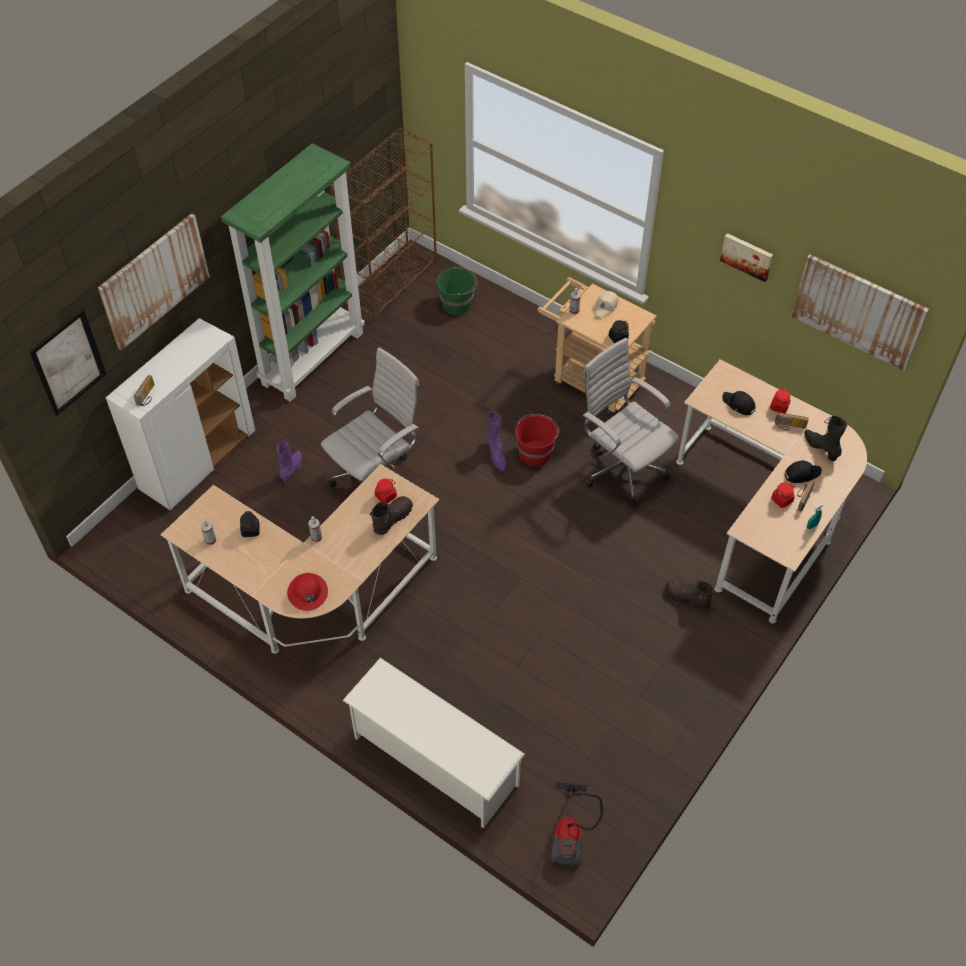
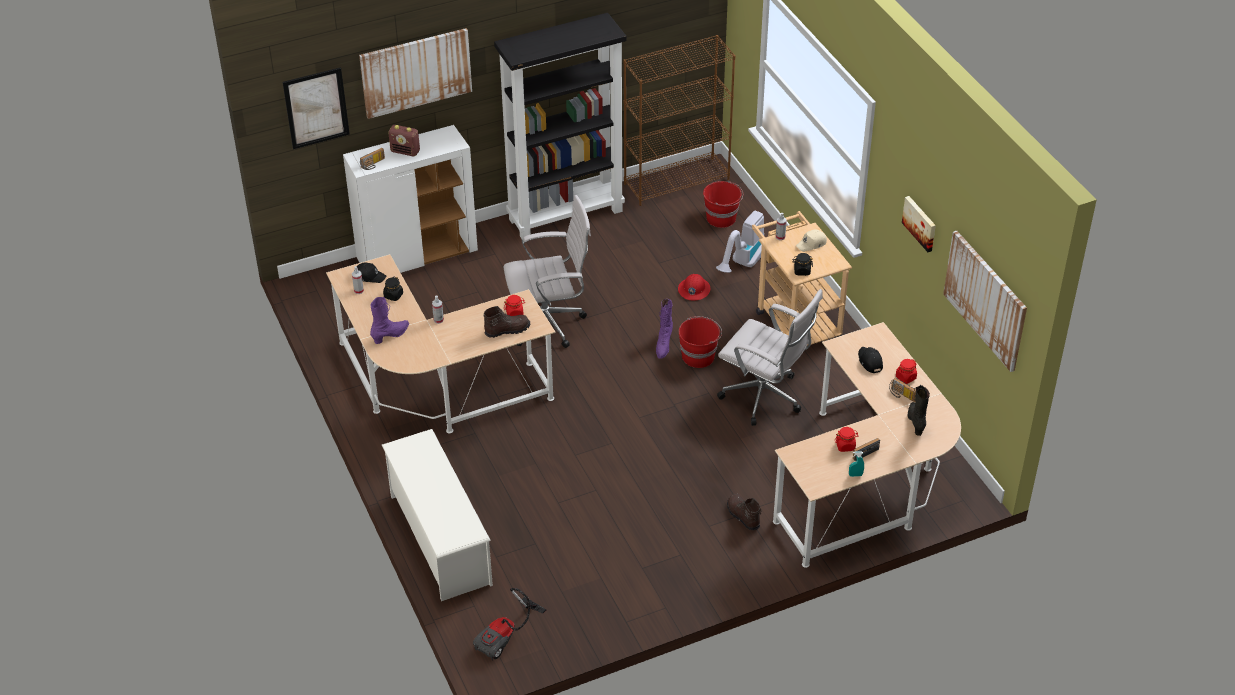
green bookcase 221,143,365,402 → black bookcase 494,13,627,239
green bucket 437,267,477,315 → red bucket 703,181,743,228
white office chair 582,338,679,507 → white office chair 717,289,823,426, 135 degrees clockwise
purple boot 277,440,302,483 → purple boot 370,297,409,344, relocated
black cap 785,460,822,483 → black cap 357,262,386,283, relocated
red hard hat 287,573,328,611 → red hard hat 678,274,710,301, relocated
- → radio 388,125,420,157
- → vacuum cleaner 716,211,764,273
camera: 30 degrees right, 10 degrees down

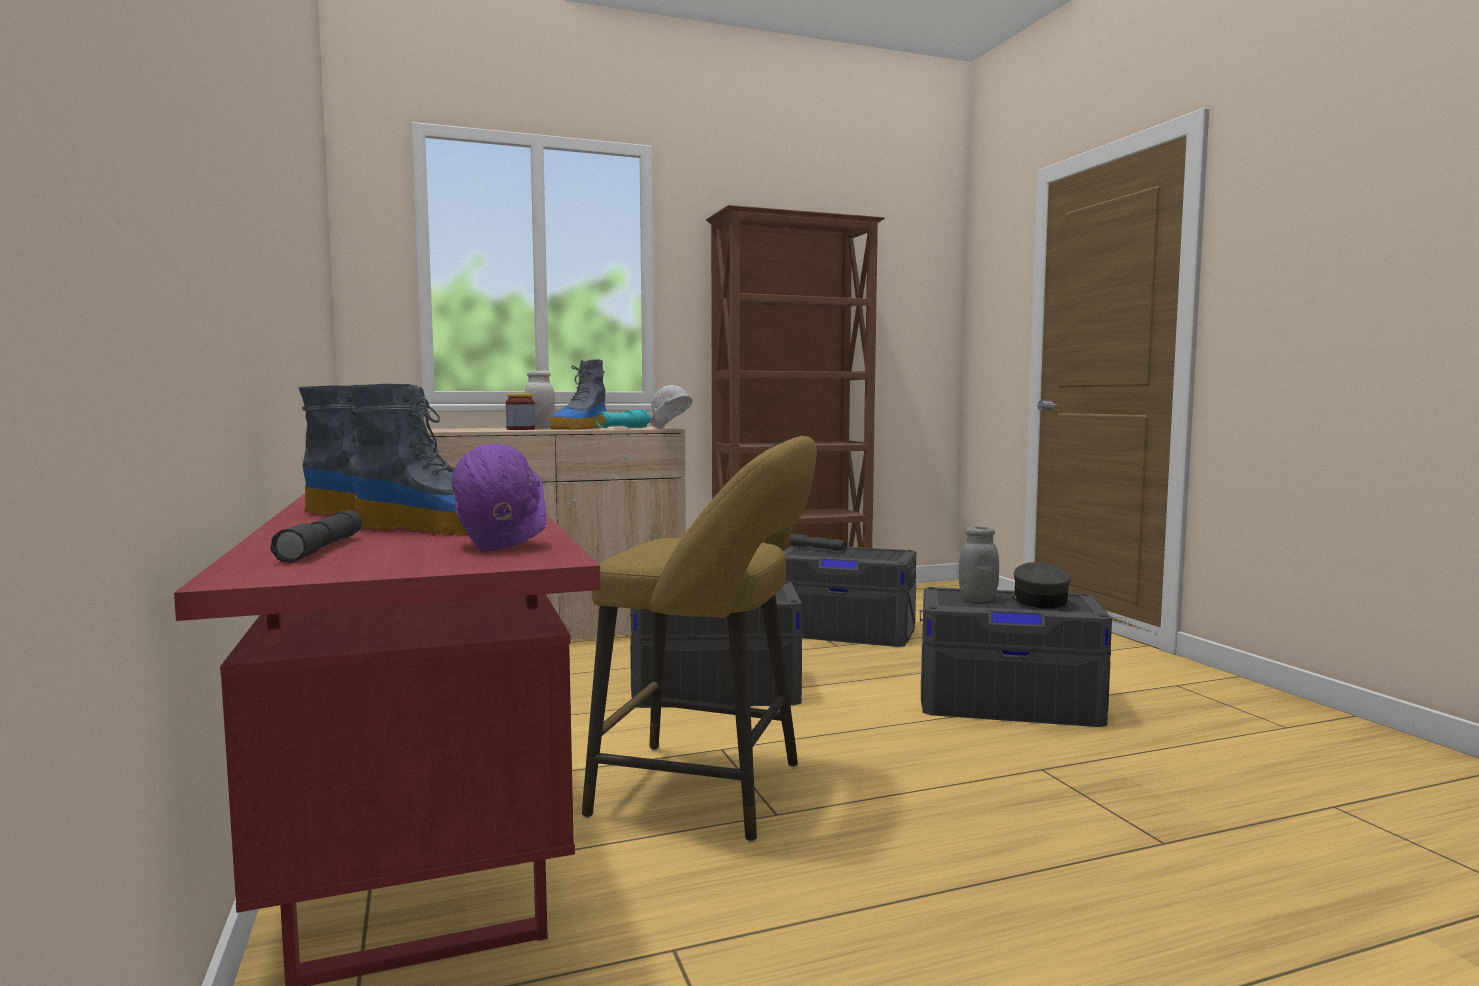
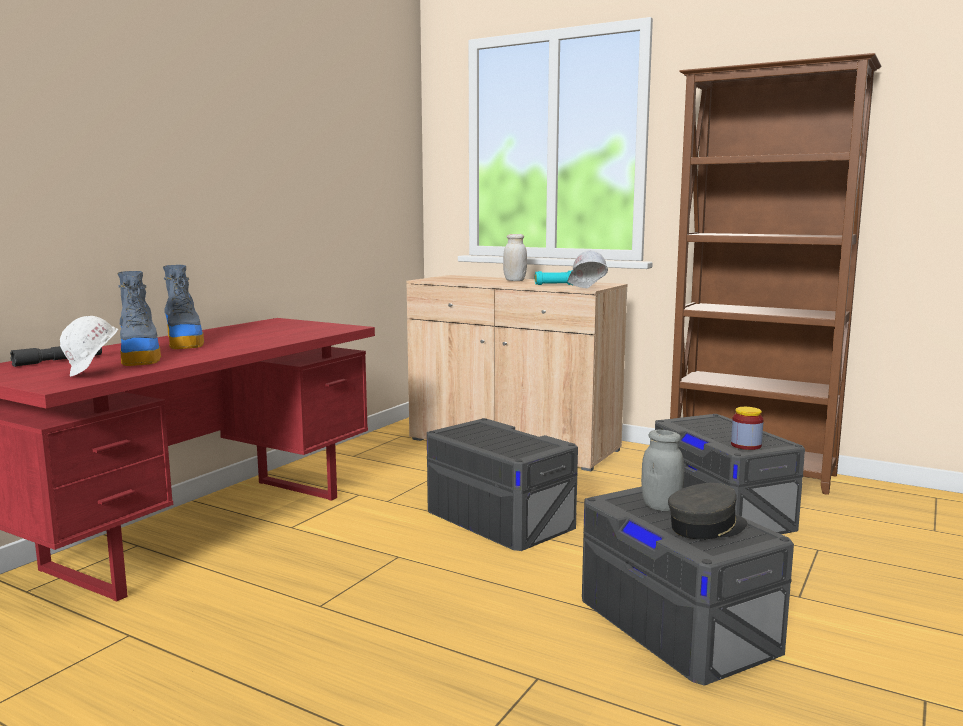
boot 550,359,606,430 → -
jar 506,394,535,430 → jar 731,407,764,450, relocated
yellow stool 582,436,817,842 → -
purple hard hat 451,443,546,552 → white hard hat 60,316,118,376
grey flashlight 789,533,847,551 → -
camera: 50 degrees right, 5 degrees up

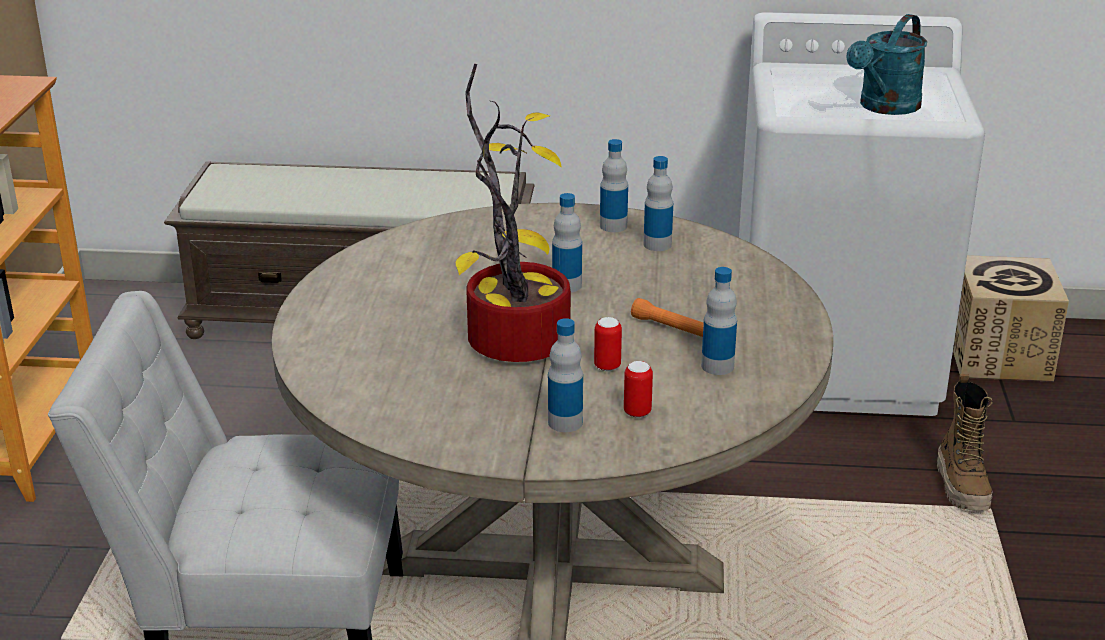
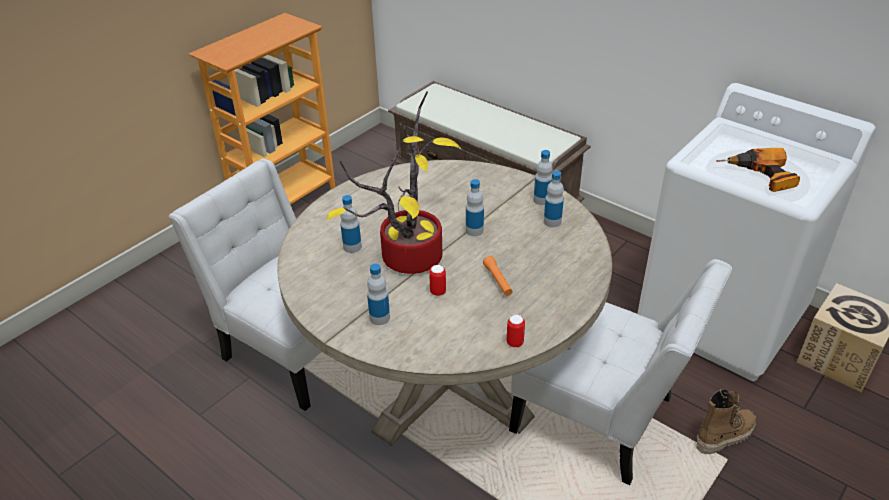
turquoise watering can 846,14,927,115 → power drill 716,148,800,192
bottle 701,267,737,375 → bottle 340,195,362,253, relocated
can 624,361,653,418 → can 507,315,525,348, relocated
boot 937,374,993,511 → boot 696,389,756,454, 150 degrees counterclockwise
- → white chair 509,259,732,485
camera: 35 degrees right, 10 degrees up

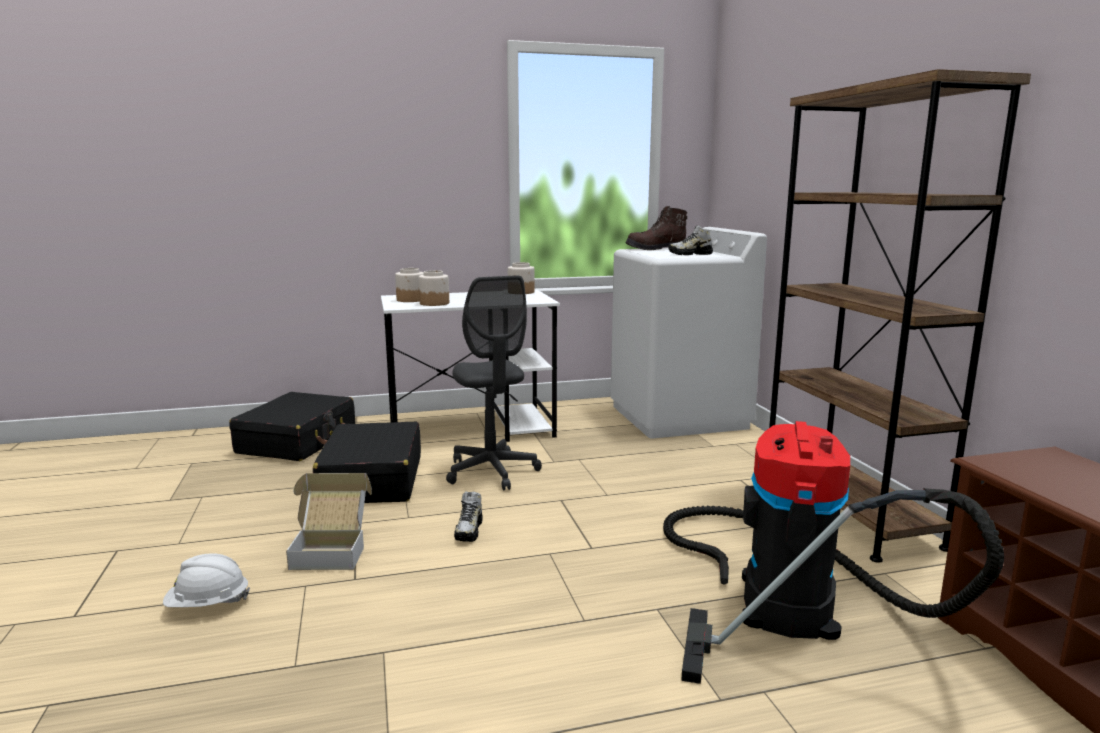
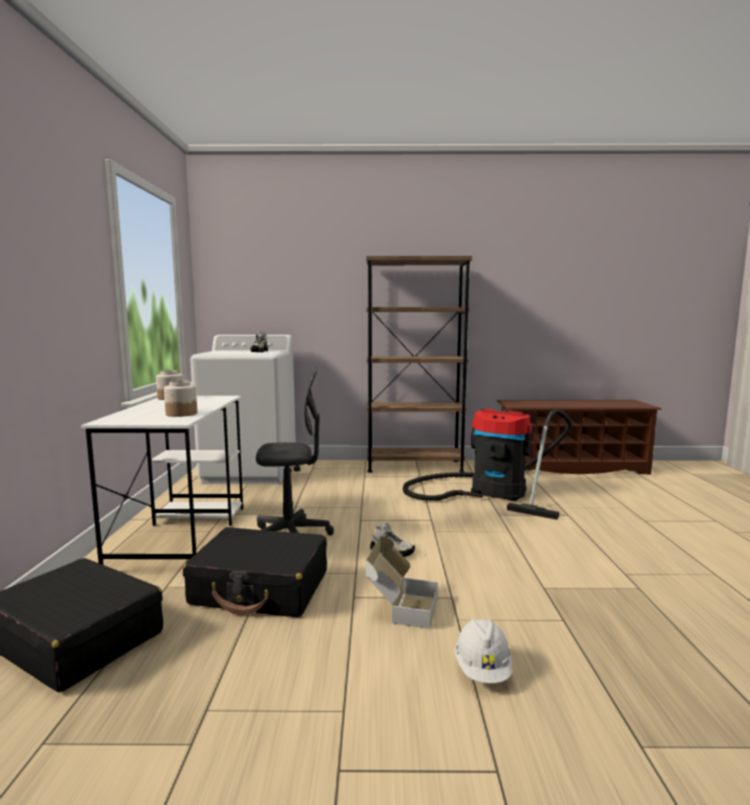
brown boot 625,206,687,250 → -
jar 395,268,424,302 → -
camera: 75 degrees left, 5 degrees down

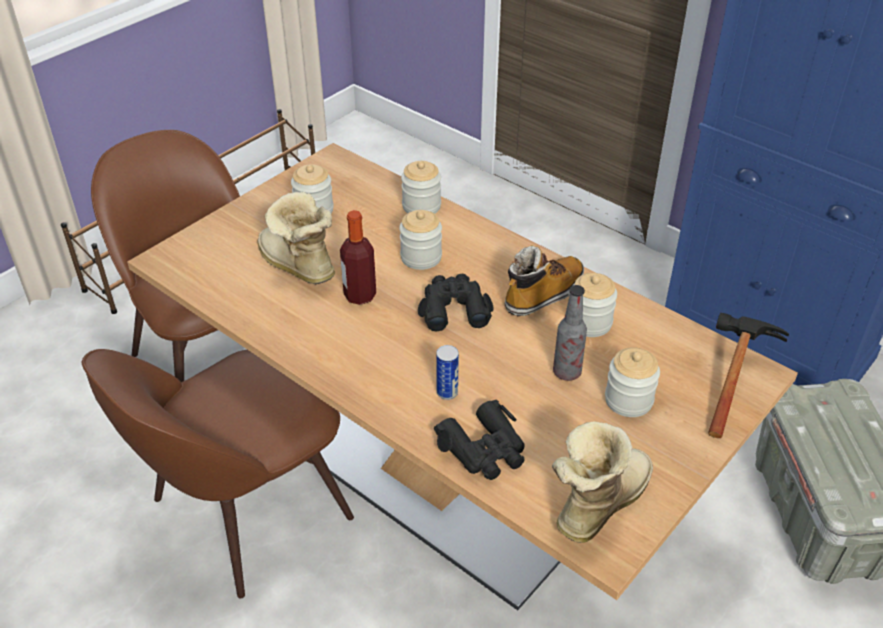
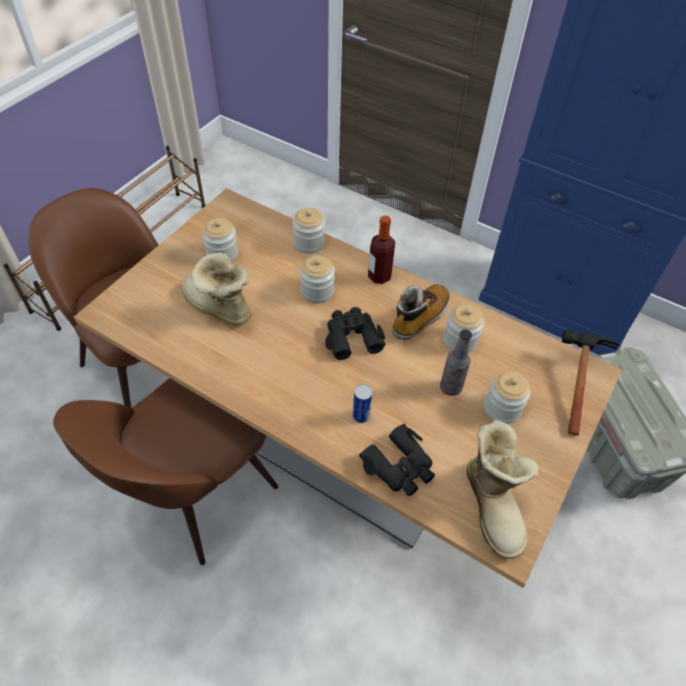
bottle 340,210,376,305 → bottle 368,215,395,284, relocated
boot 552,421,653,543 → boot 467,419,538,559, 135 degrees clockwise
camera: 10 degrees left, 10 degrees up

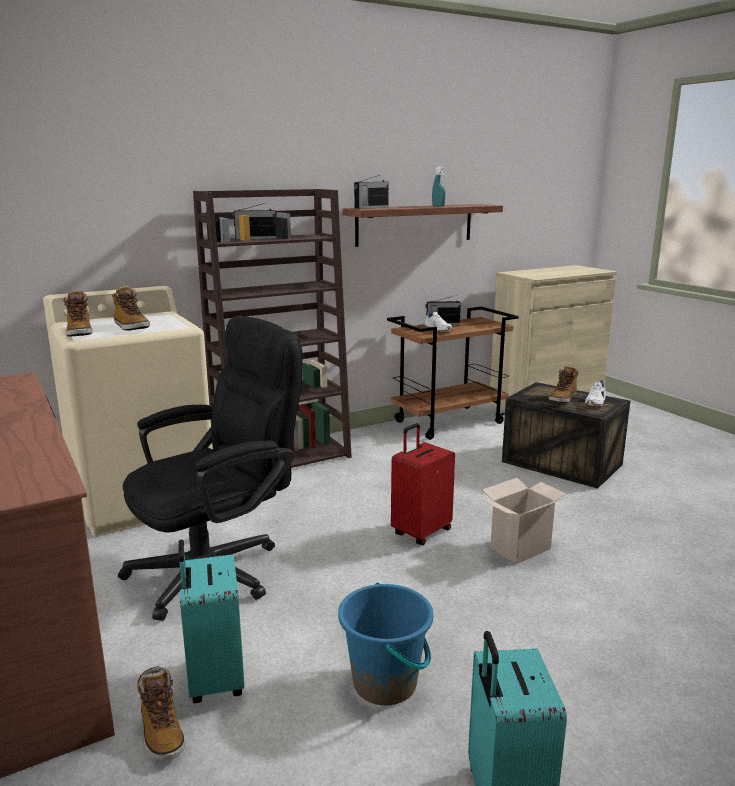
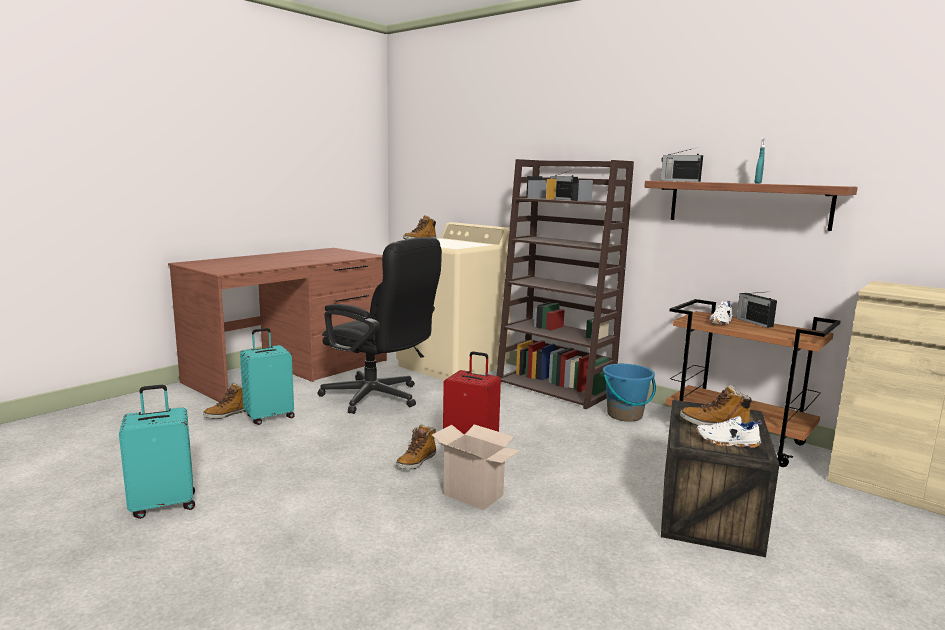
boot 112,286,150,331 → boot 396,424,436,469, relocated
blue bucket 338,583,433,705 → blue bucket 603,364,656,422, relocated
camera: 70 degrees right, 5 degrees down

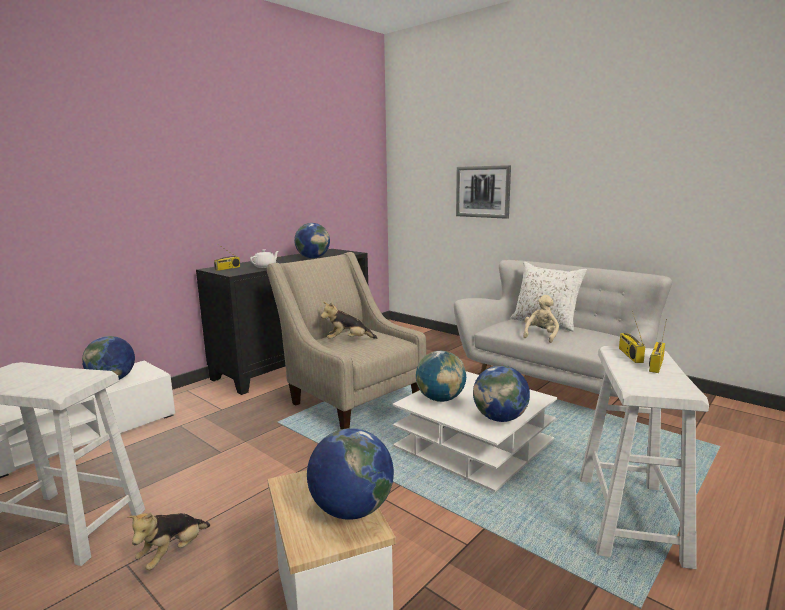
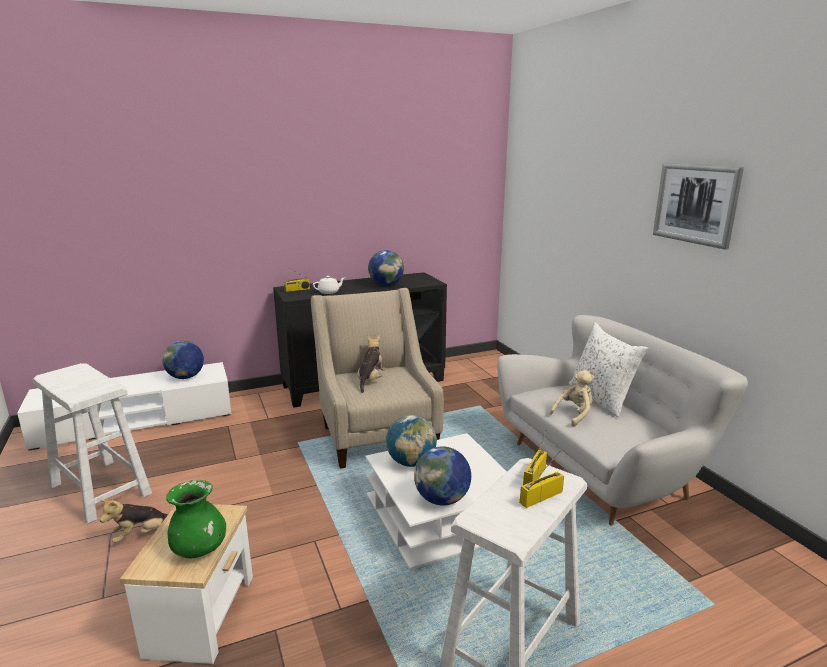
picture 456,165,511,219 → picture 653,163,744,250, relocated
plush toy 321,302,377,339 → plush toy 357,335,386,393, 90 degrees clockwise
globe 307,428,394,520 → green vase 166,480,226,558
camera: 25 degrees right, 5 degrees up

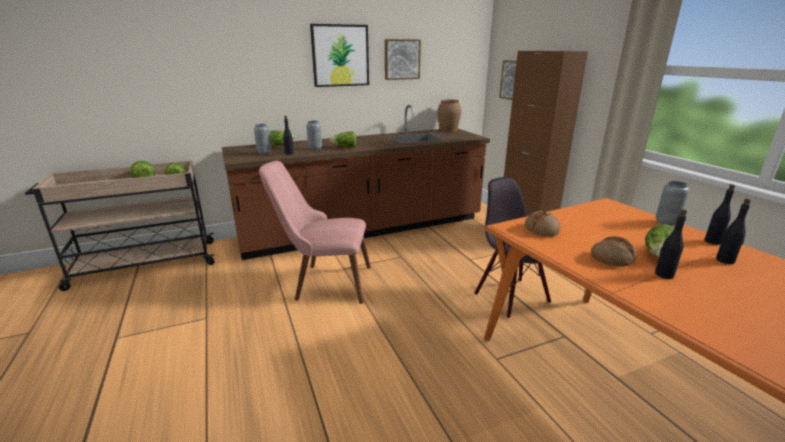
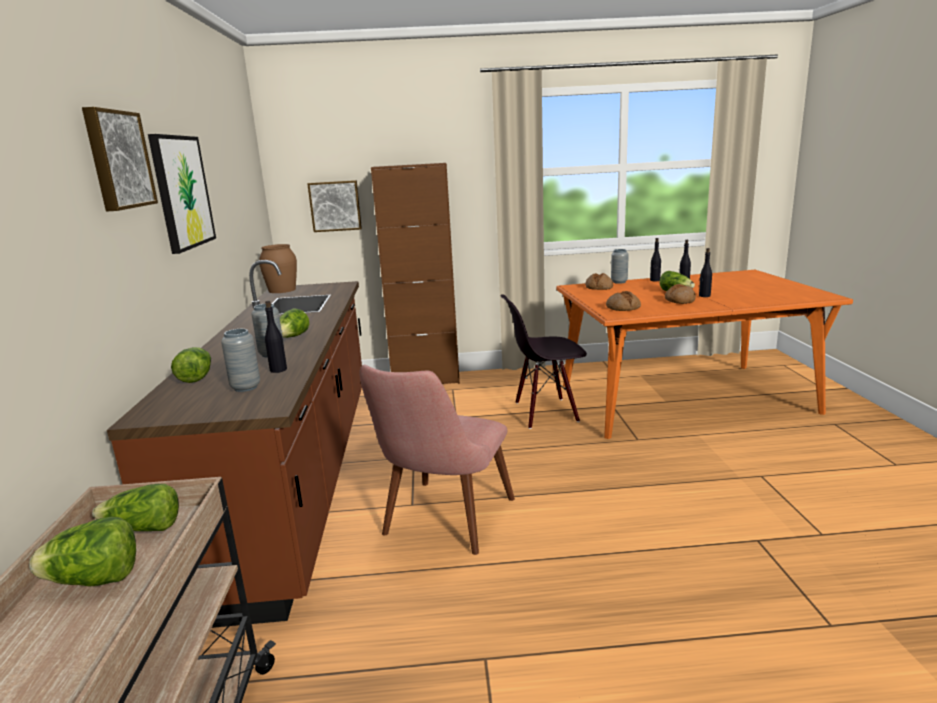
picture 385,39,421,80 → picture 82,107,158,212, relocated
- → bread 585,273,613,290
camera: 70 degrees left, 5 degrees down

